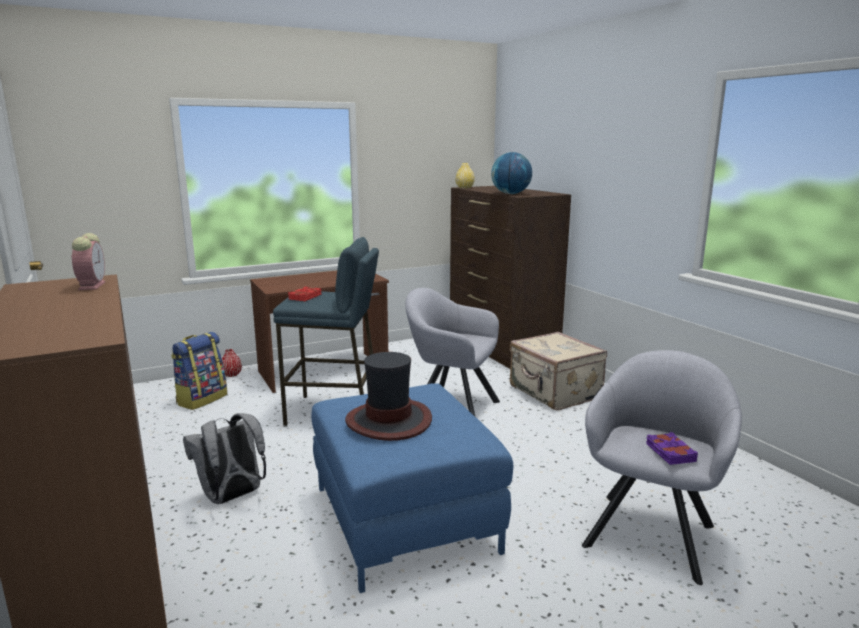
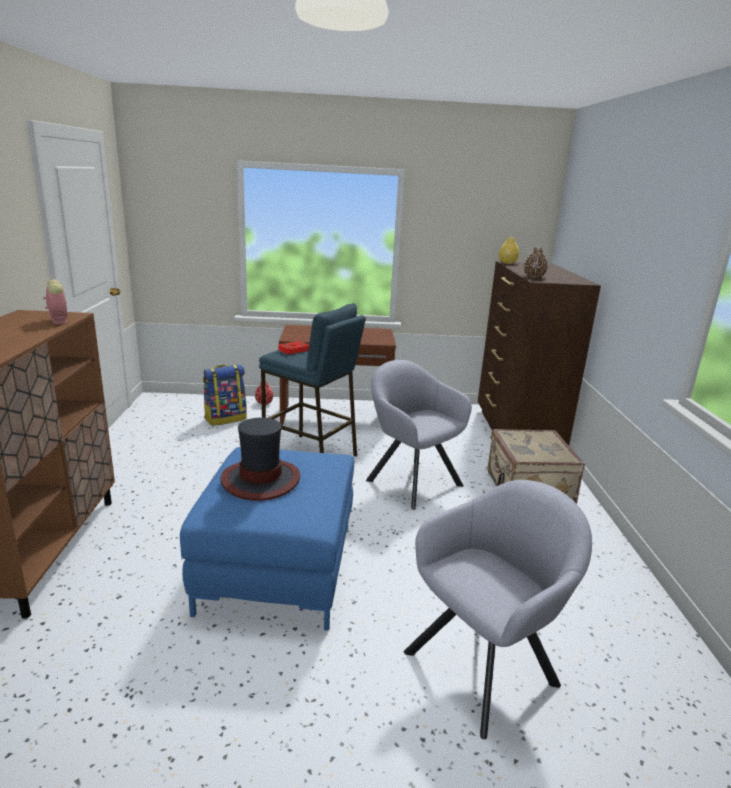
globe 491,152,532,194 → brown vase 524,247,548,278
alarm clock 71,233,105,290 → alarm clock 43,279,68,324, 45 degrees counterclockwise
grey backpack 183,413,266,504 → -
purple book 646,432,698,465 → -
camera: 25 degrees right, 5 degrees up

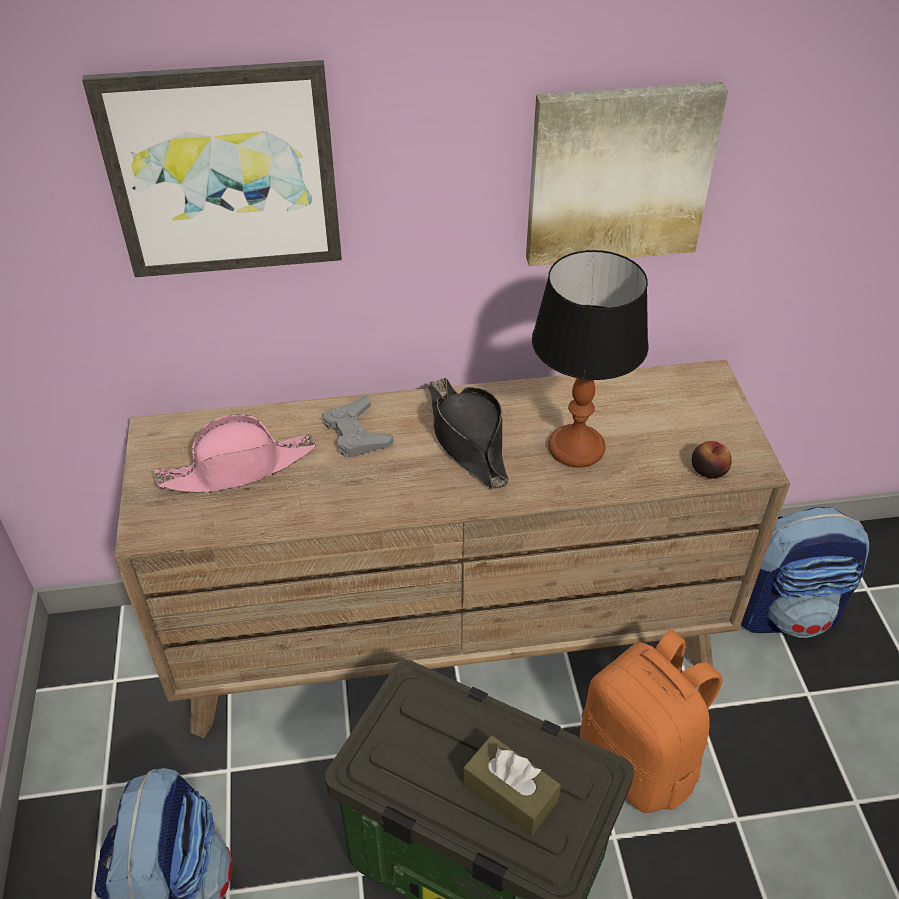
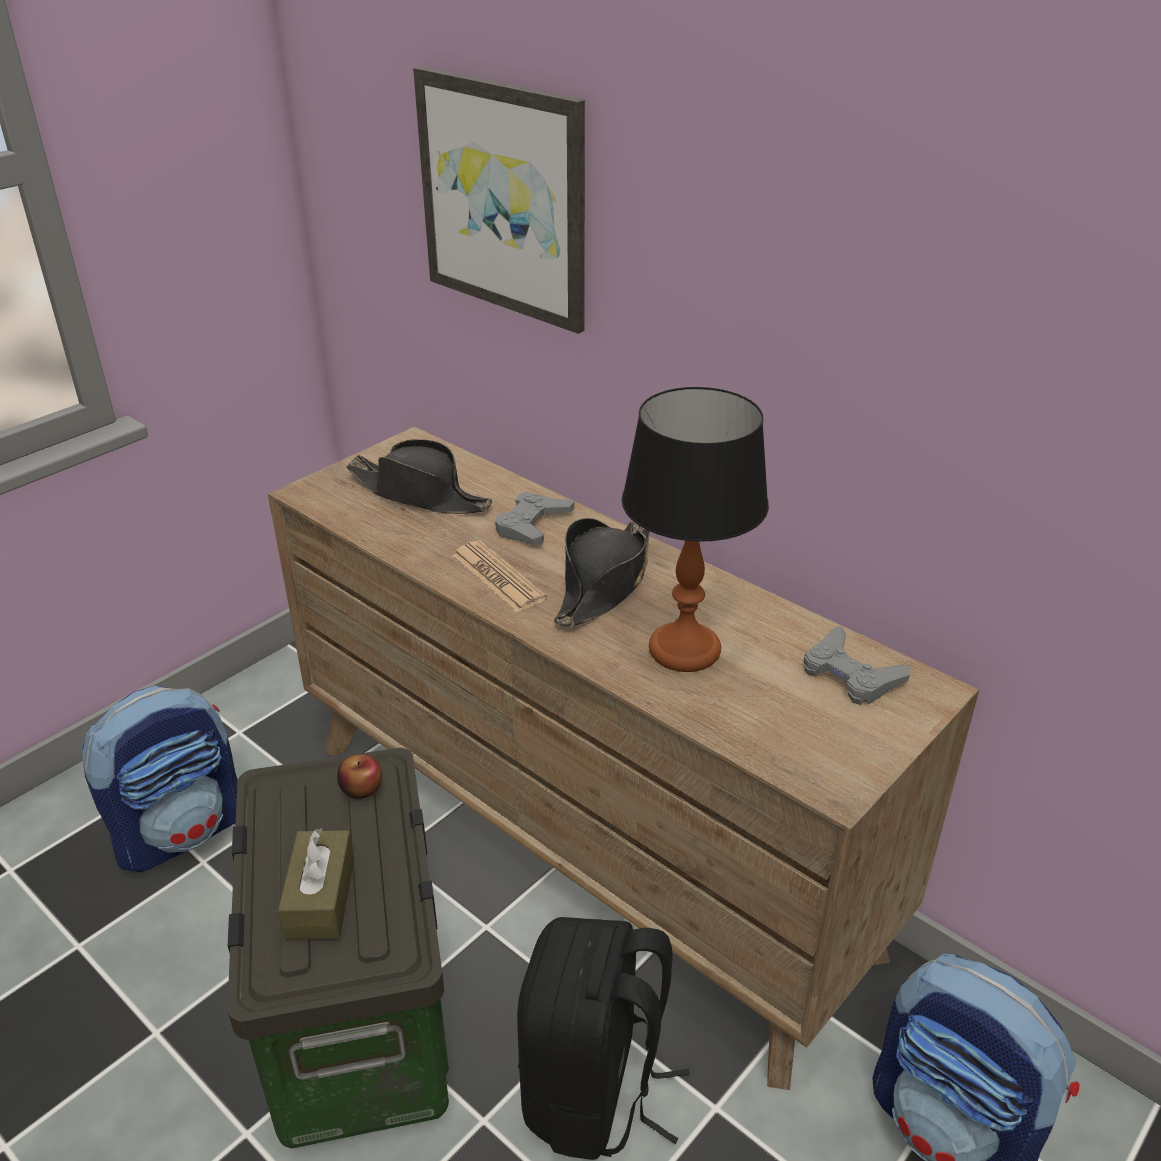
picture 526,82,728,266 → -
pink hat 154,414,316,493 → black hat 346,439,492,514
apple 692,441,732,479 → apple 337,754,382,799, relocated
orange backpack 580,629,722,813 → black backpack 517,917,690,1160
- → newspaper 452,540,547,613
- → grey game controller 804,626,911,705
camera: 50 degrees right, 10 degrees down

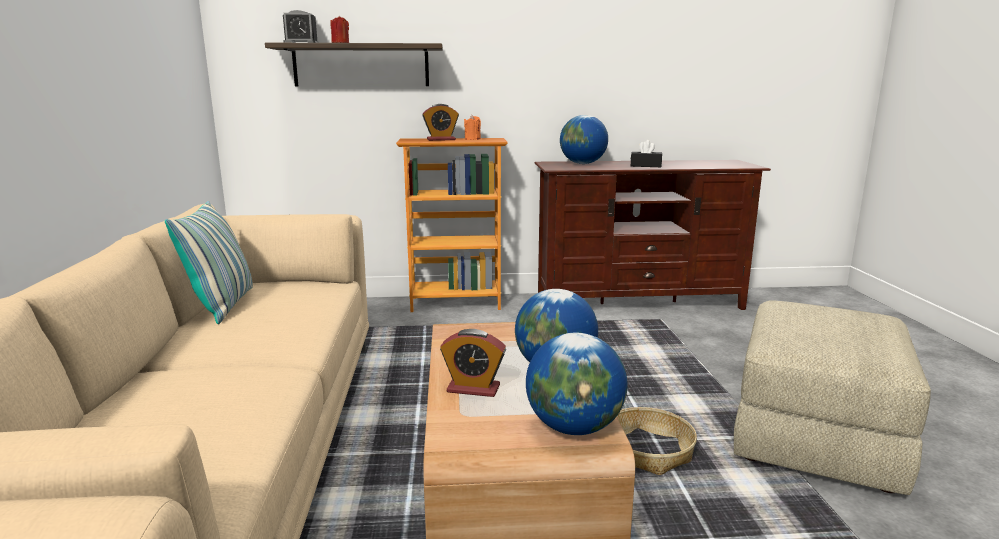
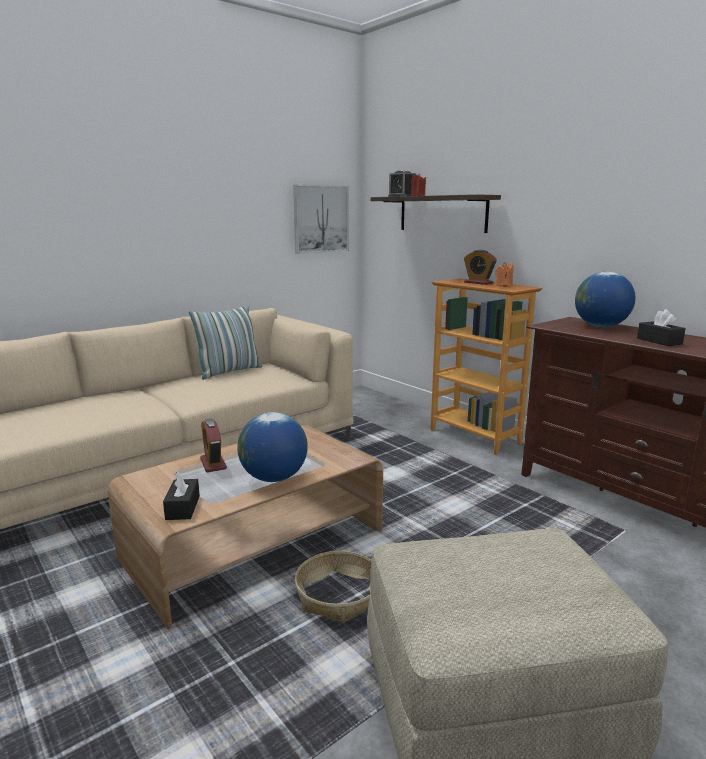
globe 526,333,627,435 → black tissue box 163,471,200,520
- → picture 293,185,349,254
camera: 55 degrees right, 0 degrees up

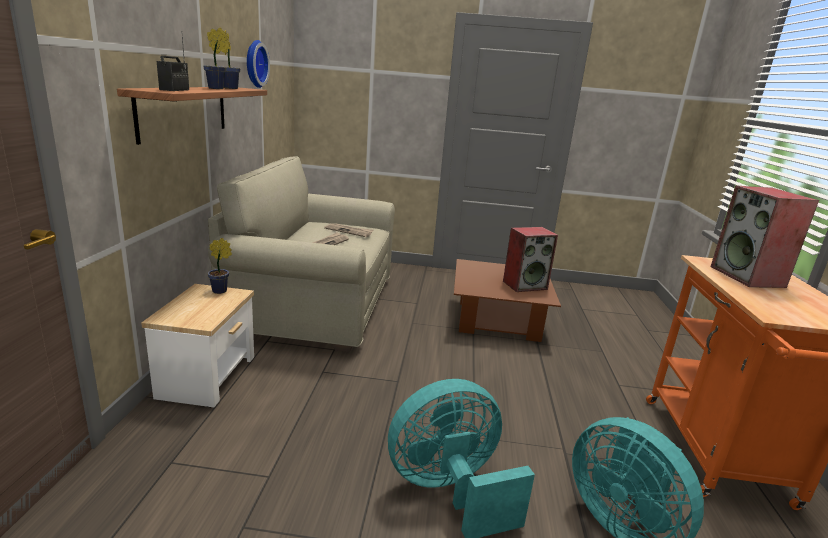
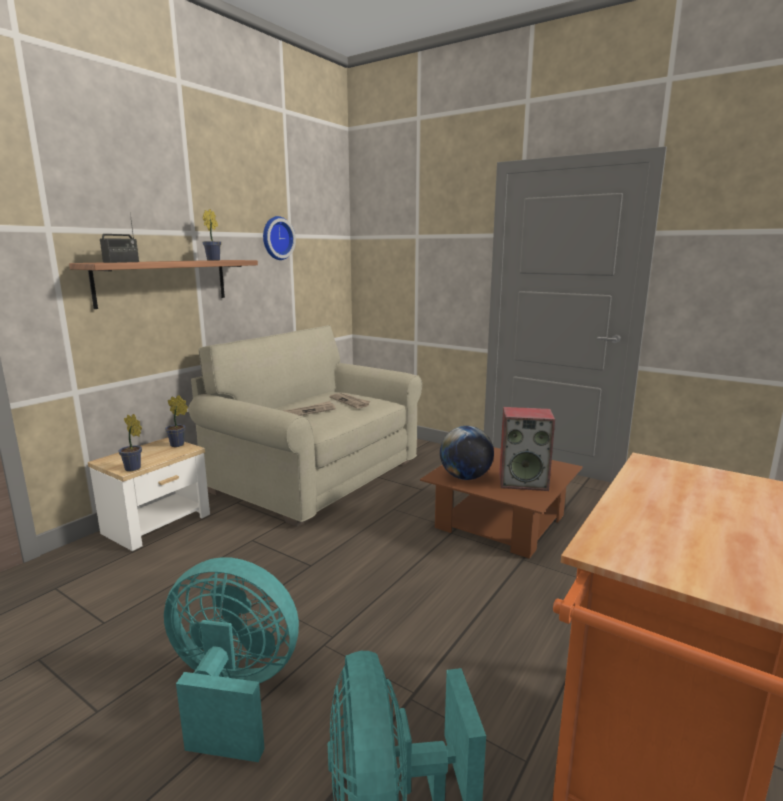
potted plant 204,28,230,89 → potted plant 118,414,142,471, relocated
speaker 711,186,819,288 → -
- → globe 440,426,494,480
camera: 30 degrees right, 5 degrees down

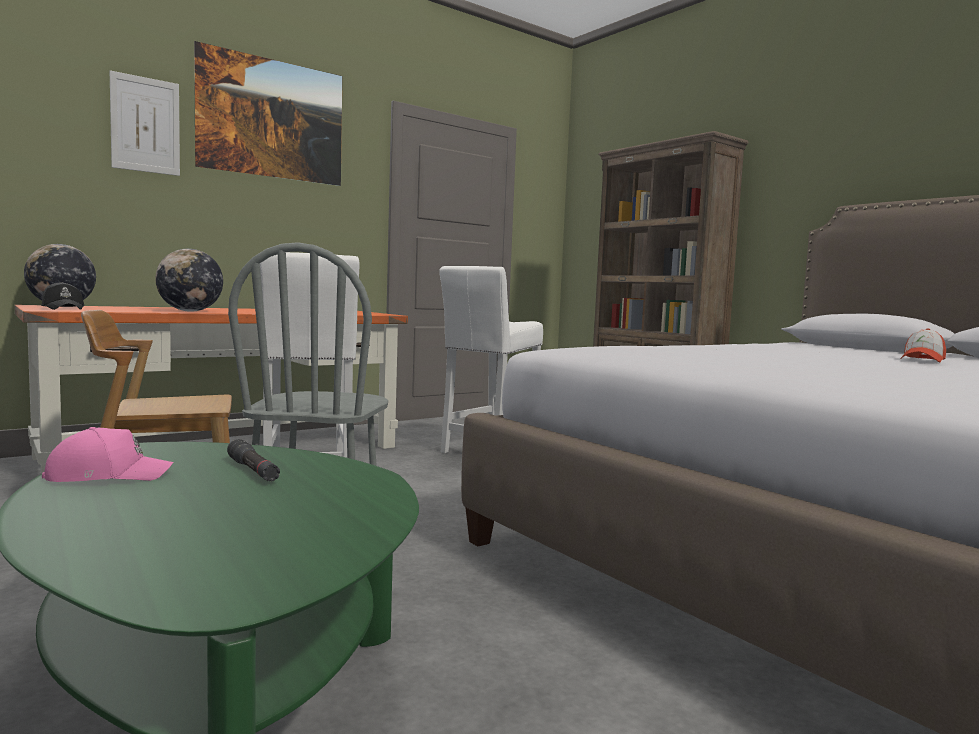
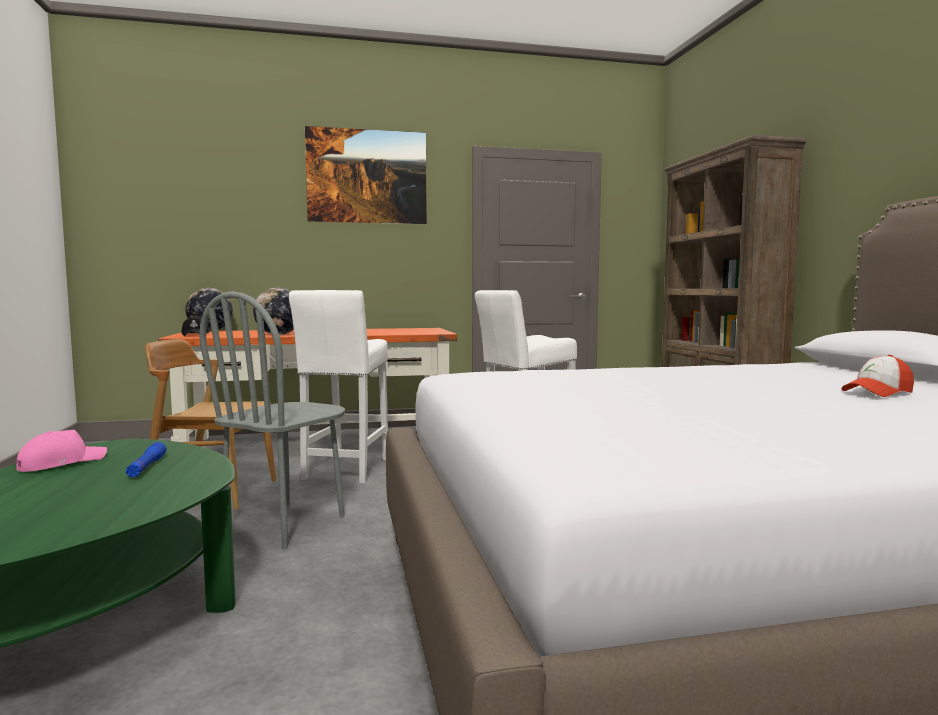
picture 110,70,180,176 → -
pink cap 42,427,173,482 → pink cap 16,430,107,472, 60 degrees counterclockwise
black flashlight 227,439,280,482 → blue flashlight 126,442,166,477
camera: 25 degrees right, 0 degrees up

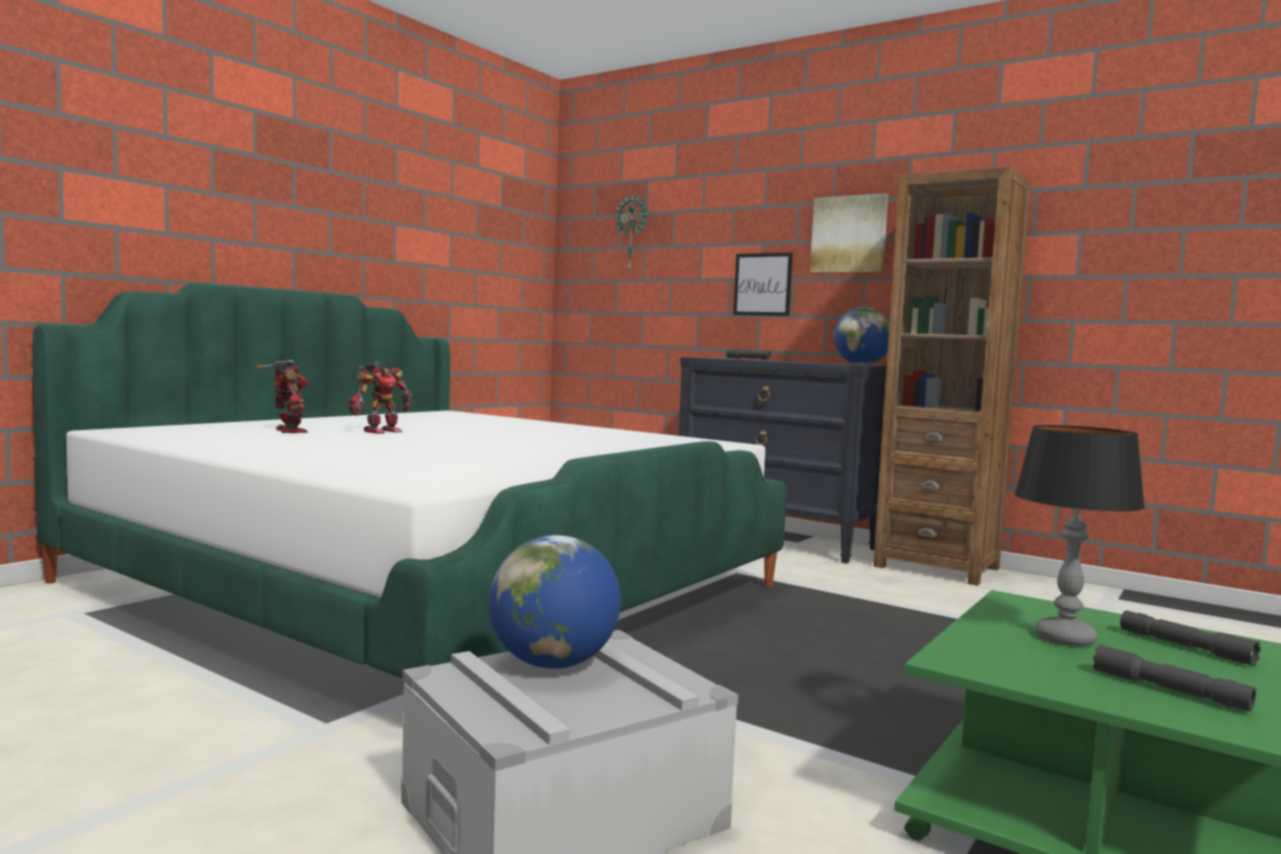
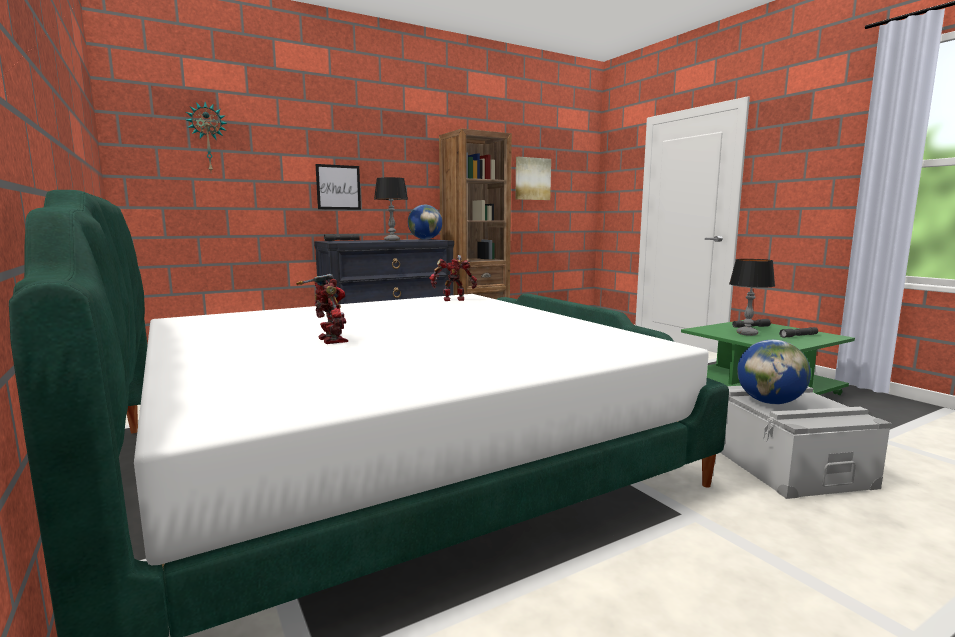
picture 810,193,888,273 → picture 515,157,551,200, relocated
toy robot 255,360,308,433 → toy robot 429,255,477,301, relocated
- → table lamp 374,177,408,241
camera: 65 degrees left, 5 degrees up

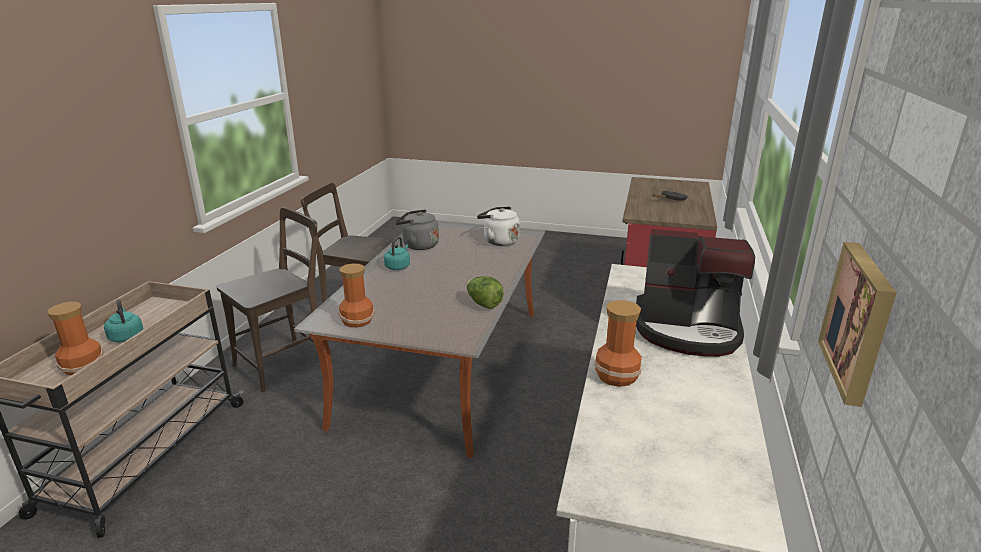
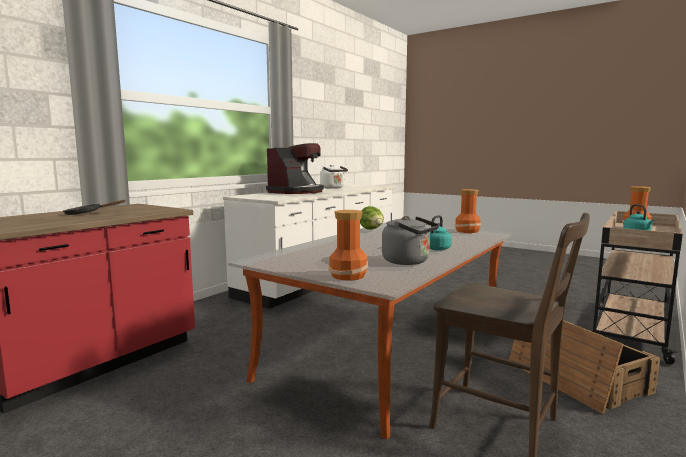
brown chair 217,207,318,392 → crate 509,320,660,414
white kettle 477,207,520,246 → white kettle 320,165,348,189, relocated
coffee machine 636,229,755,357 → coffee machine 266,143,324,194, 90 degrees clockwise
picture 818,242,897,407 → -
vase 594,300,642,387 → vase 328,210,368,281, relocated
camera: 160 degrees left, 15 degrees down

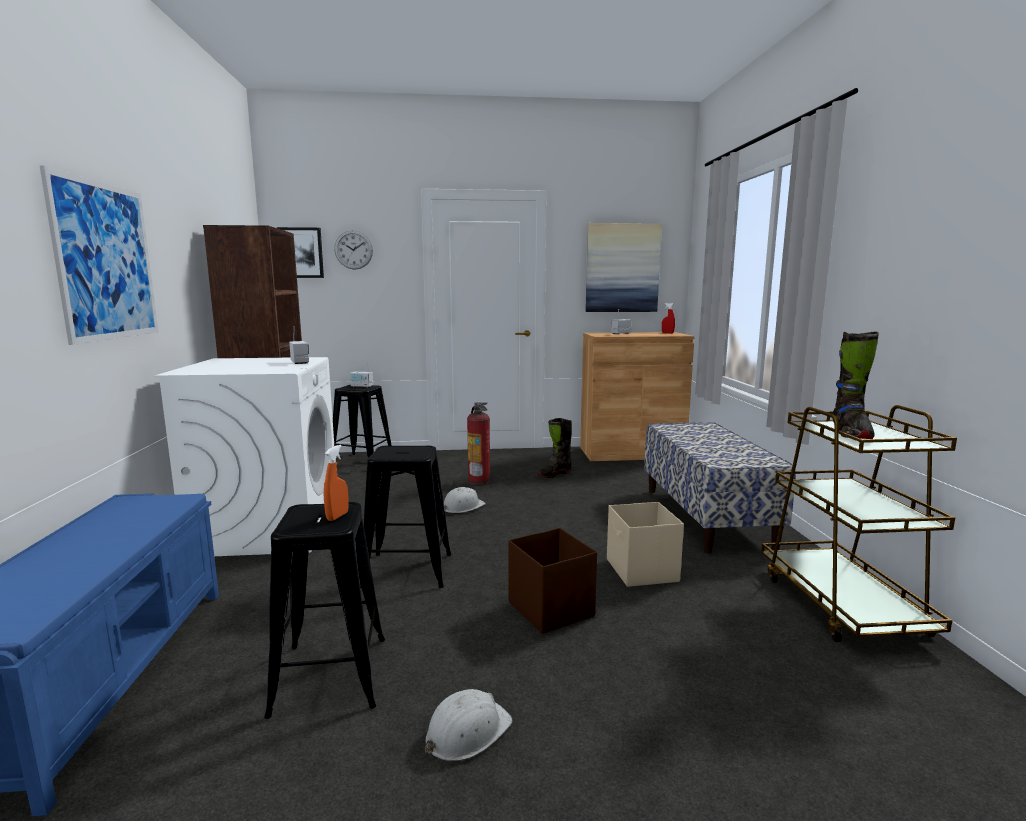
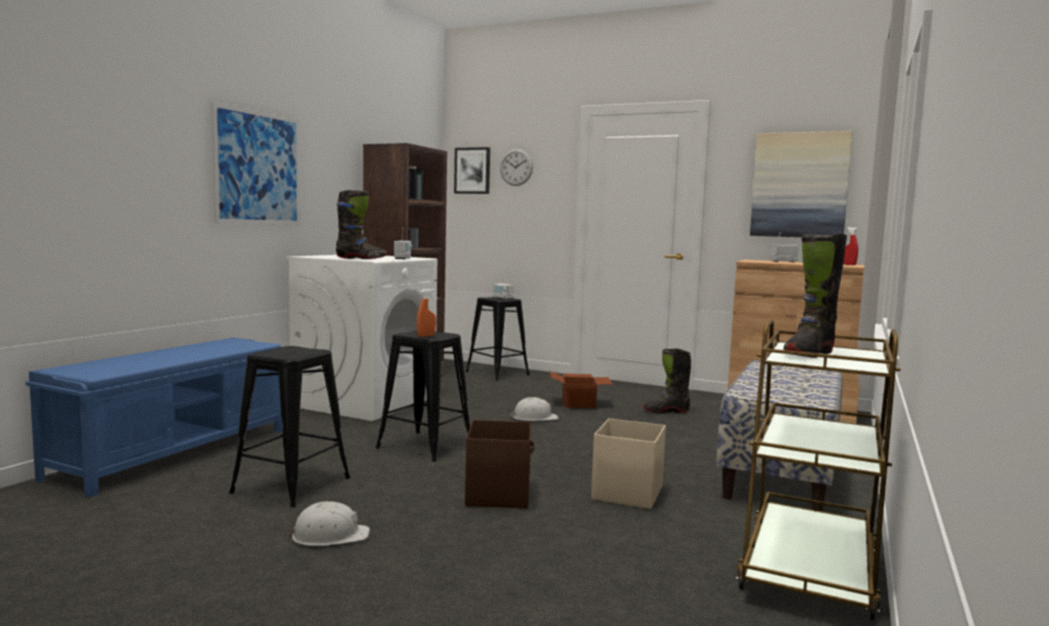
fire extinguisher 467,402,491,486 → cardboard box 550,371,612,408
orange spray bottle 324,445,349,521 → orange spray bottle 417,289,436,337, relocated
- → black boot 336,190,387,259
camera: 30 degrees right, 5 degrees down

